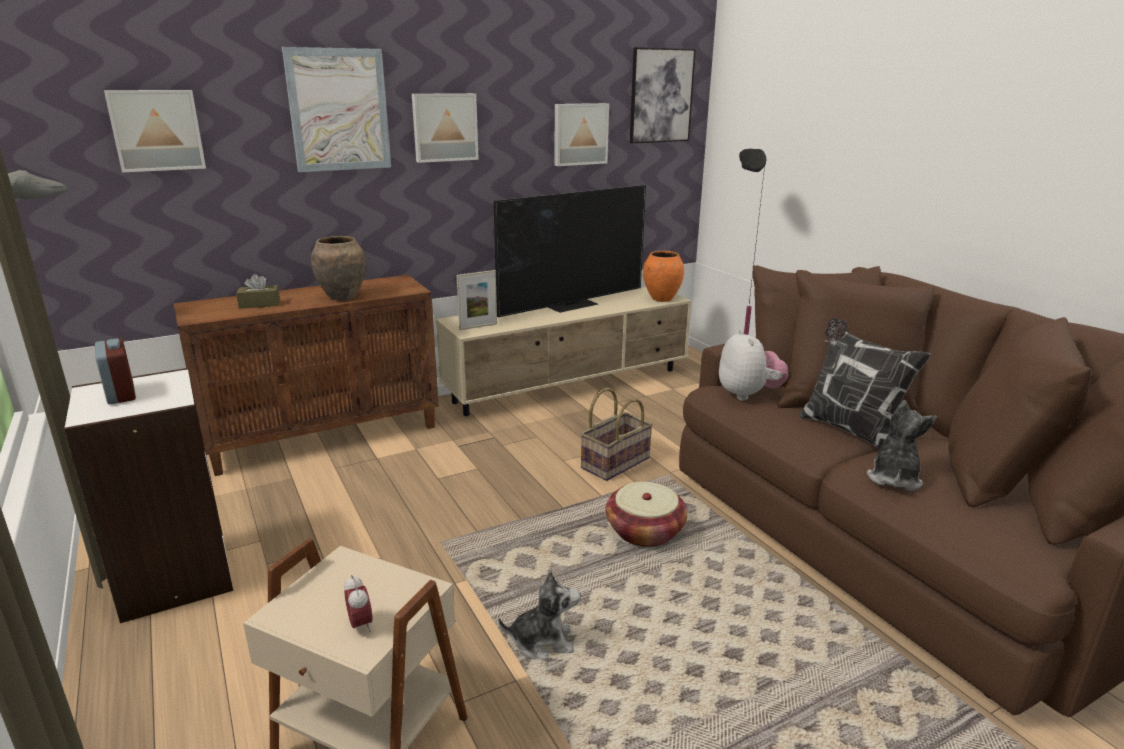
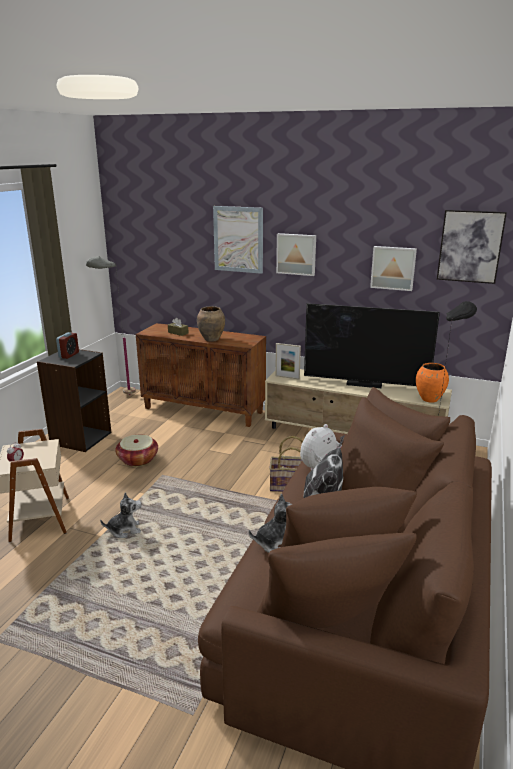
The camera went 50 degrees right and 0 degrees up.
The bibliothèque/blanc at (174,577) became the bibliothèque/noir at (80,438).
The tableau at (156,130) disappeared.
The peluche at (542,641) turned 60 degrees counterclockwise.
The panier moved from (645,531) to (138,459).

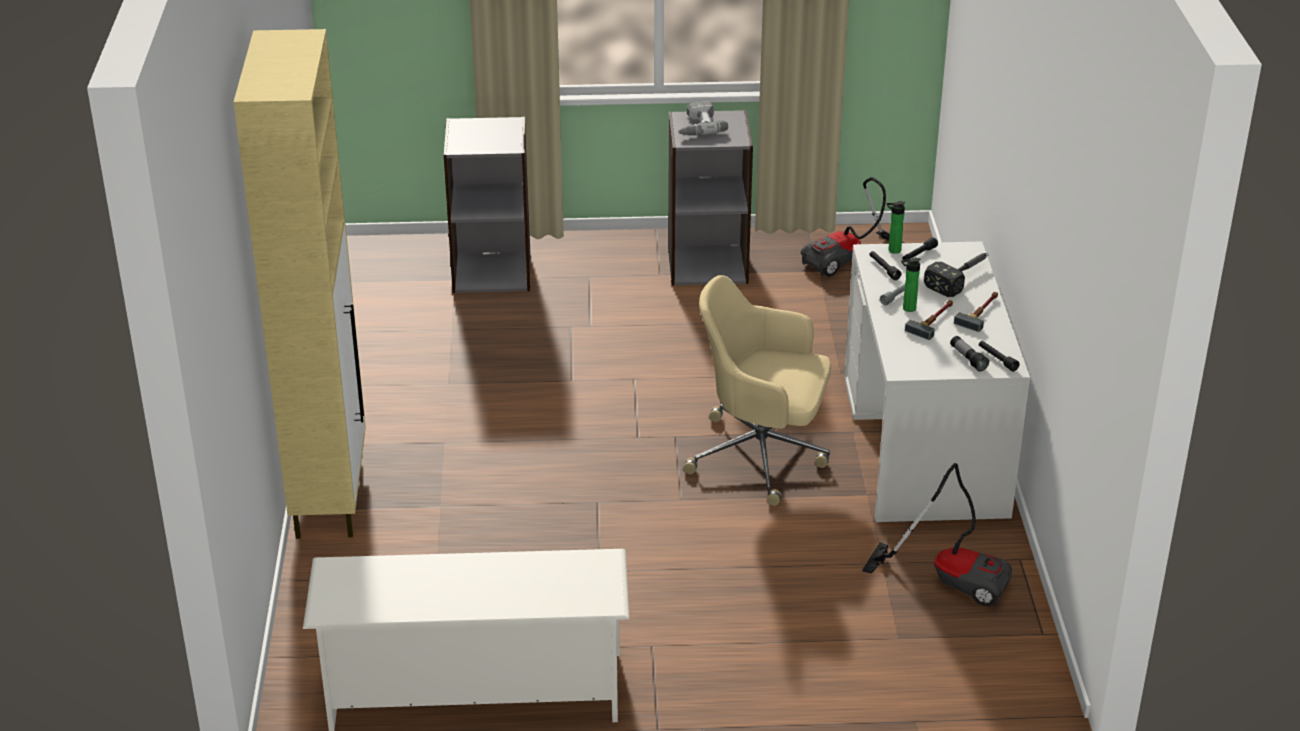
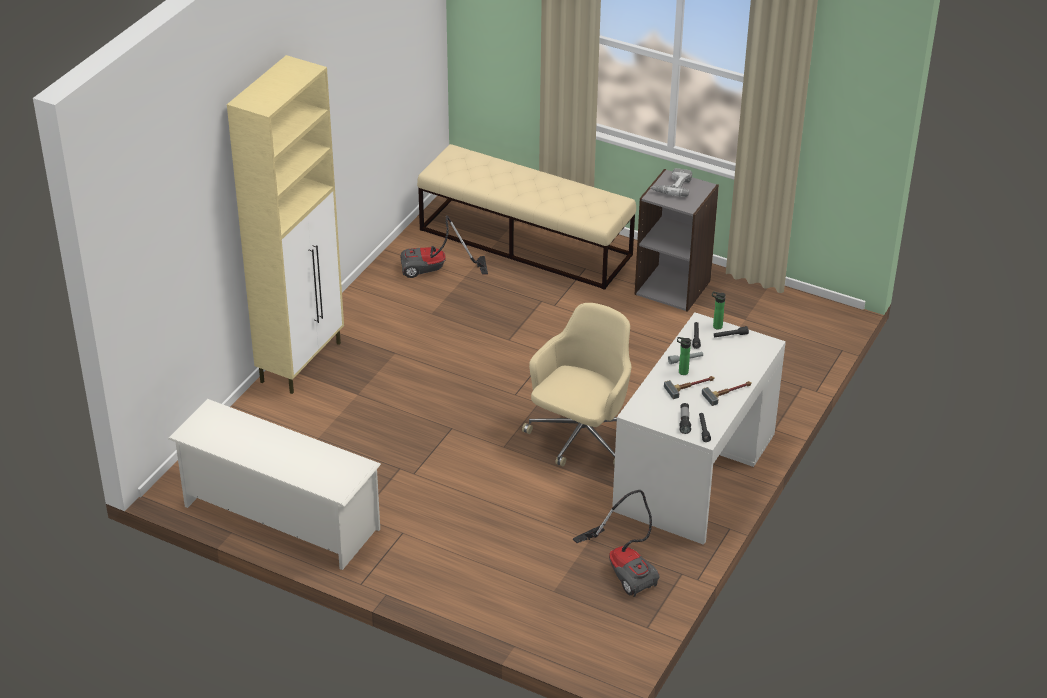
The camera went 30 degrees right and 5 degrees up.
The bibliothèque/gris at (492,271) was replaced by the banc/beige at (526,242).
The chaise de bureau/beige at (762,456) turned 75 degrees clockwise.
The aspirateur moved from (848,260) to (436,271).
The marteau at (961,277) disappeared.

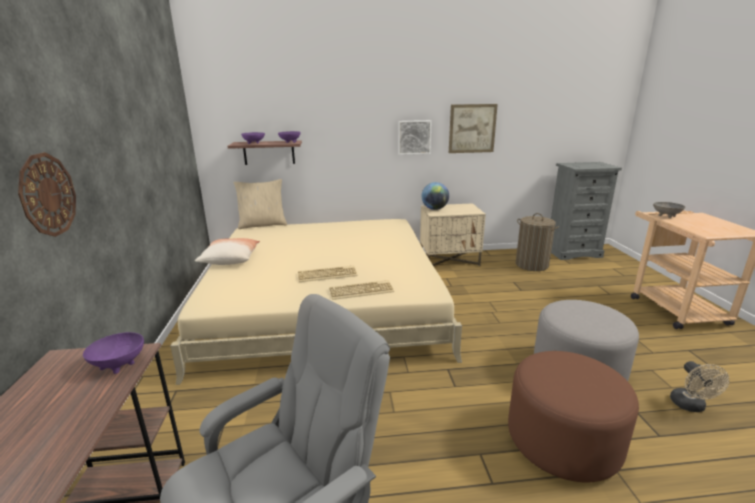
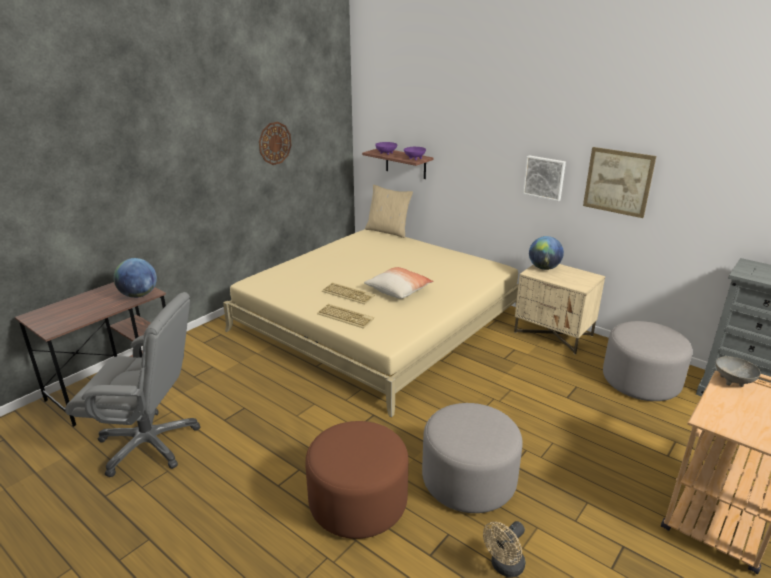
The camera went 45 degrees right and 5 degrees up.
The horloge murale moved from (47,195) to (274,143).
The bol/violet at (120,364) was replaced by the globe at (139,295).
The coussin moved from (230,259) to (399,290).
The panier à linge at (532,265) was replaced by the pouf/gris at (641,381).

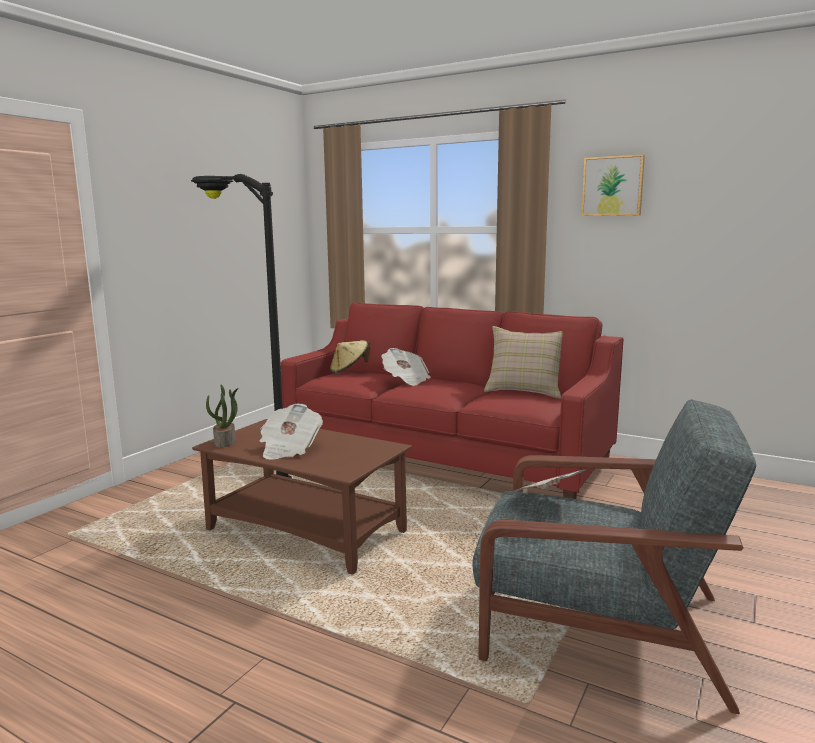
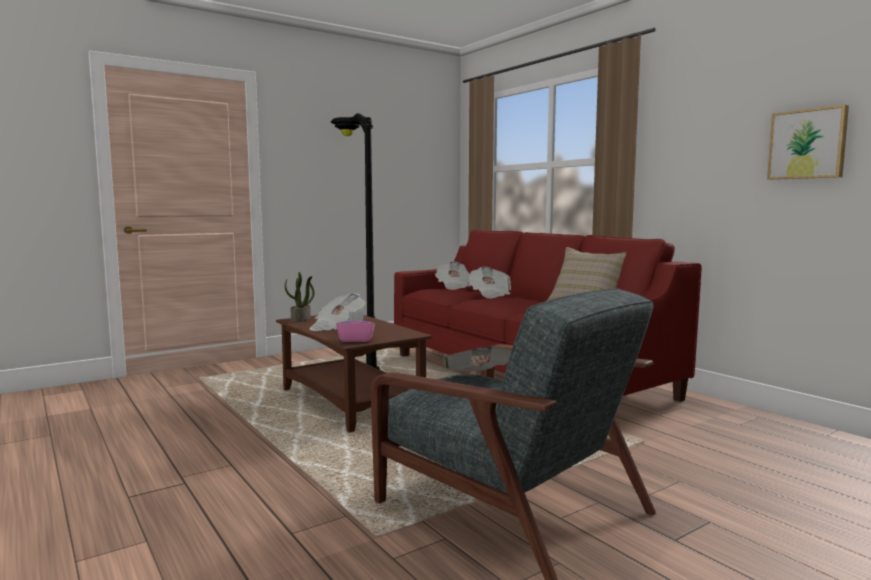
The camera went 25 degrees right and 5 degrees down.
The chapeau/beige at (349,370) was replaced by the journal at (454,287).
The tableau moved from (613,186) to (808,144).
The boîte à mouchoirs/rose at (356,340) appeared.

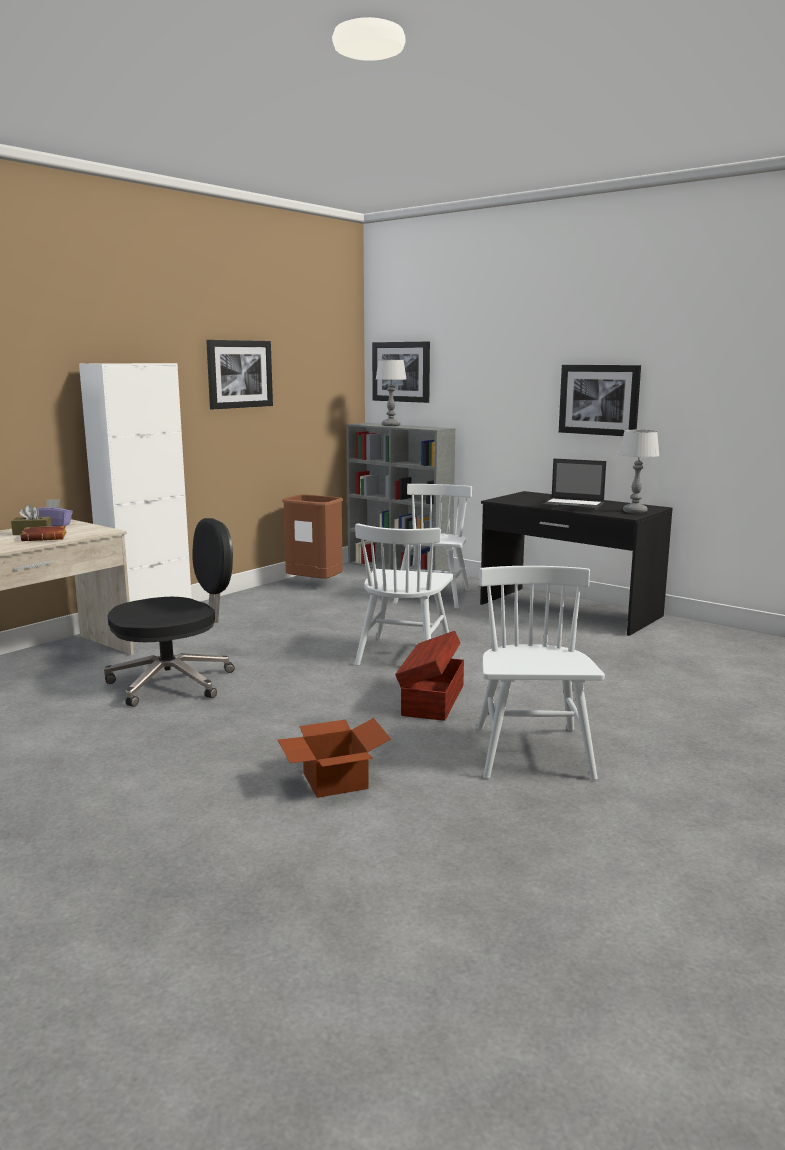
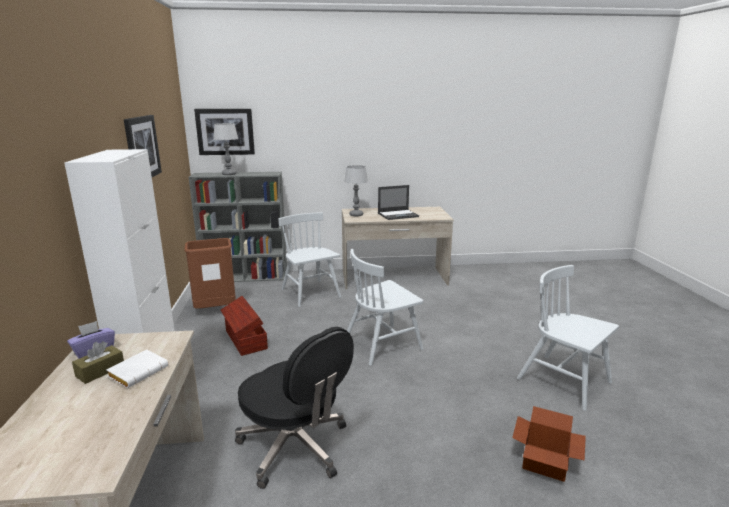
The camera went 45 degrees left and 5 degrees up.
The livre/marron at (46,538) became the livre/blanc at (139,371).
The chaise de bureau/noir at (174,682) turned 120 degrees clockwise.
The chaise/blanc at (404,654) turned 90 degrees clockwise.
The boîte de rangement/marron moved from (431,700) to (245,340).
The bureau/noir at (568,610) became the bureau/beige at (394,278).
The tableau at (599,400) disappeared.
The lampe de table moved from (635,511) to (356,215).

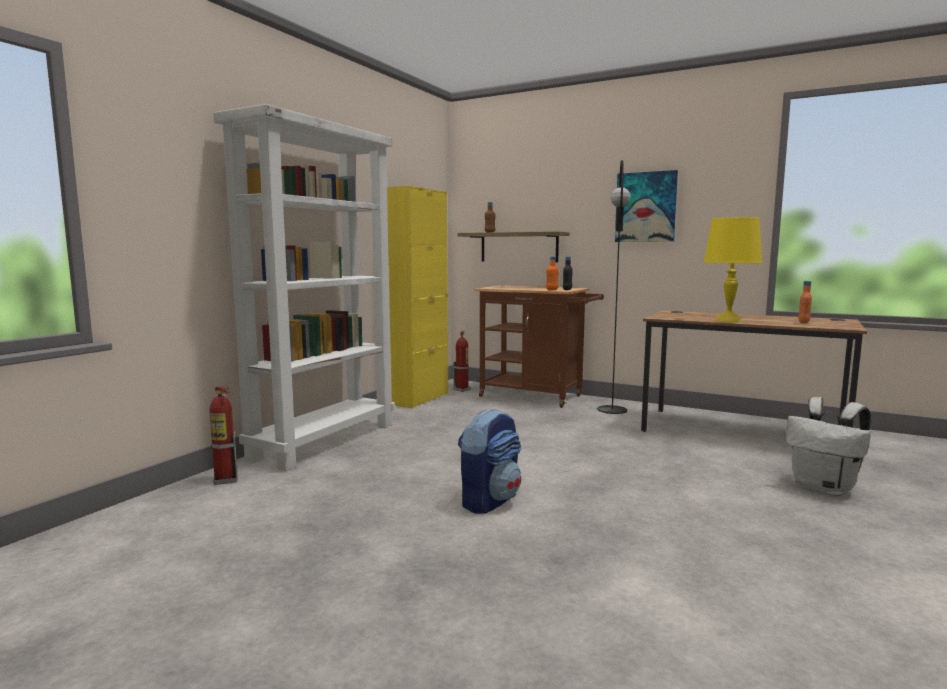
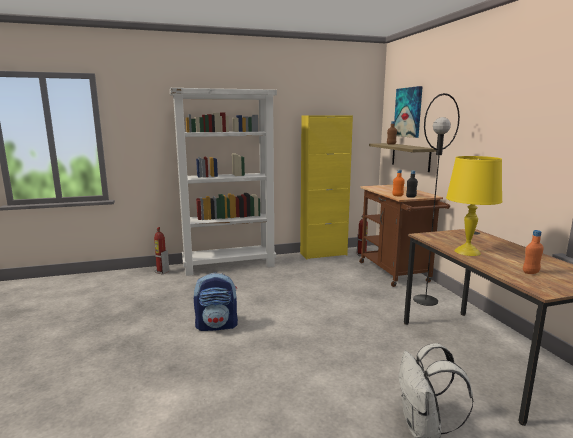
The camera went 45 degrees right and 5 degrees up.
The tableau moved from (646,207) to (408,112).

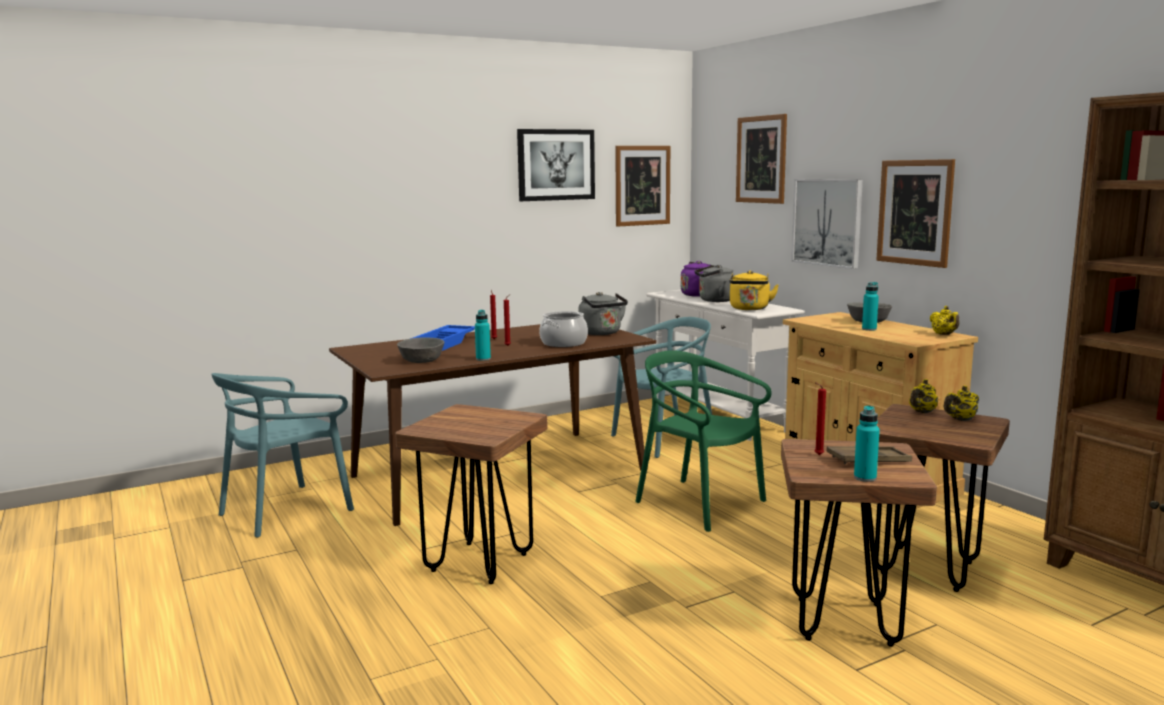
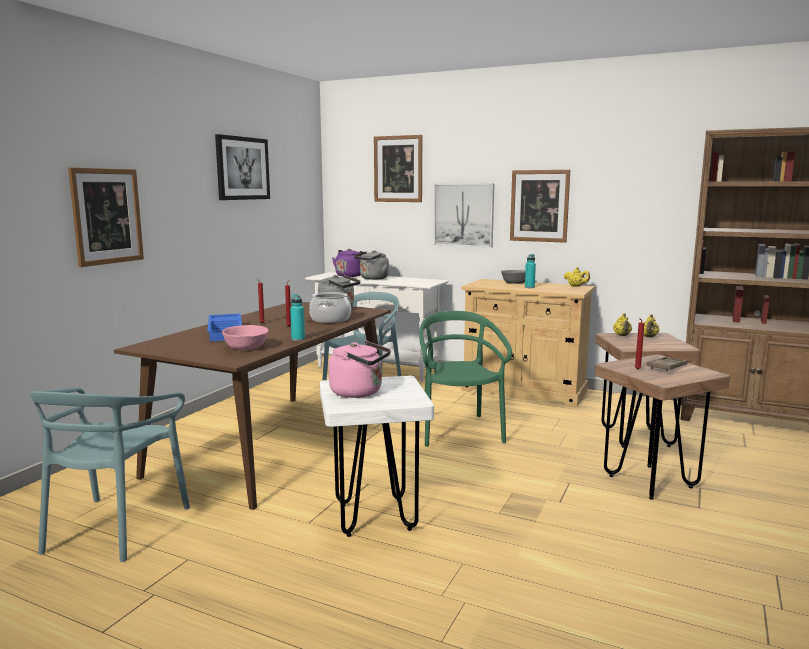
The camera went 35 degrees left and 0 degrees up.
The tabouret/marron at (479,562) became the tabouret/blanc at (374,517).
The bol/gris at (422,361) became the bol/rose at (246,348).
The tableau moved from (642,185) to (107,216).
The chaise/vert at (699,504) turned 75 degrees clockwise.
The bouilloire/jaune at (749,309) disappeared.
The bouteille/turquoise at (865,478) disappeared.
The bouilloire/rose at (359,392) appeared.

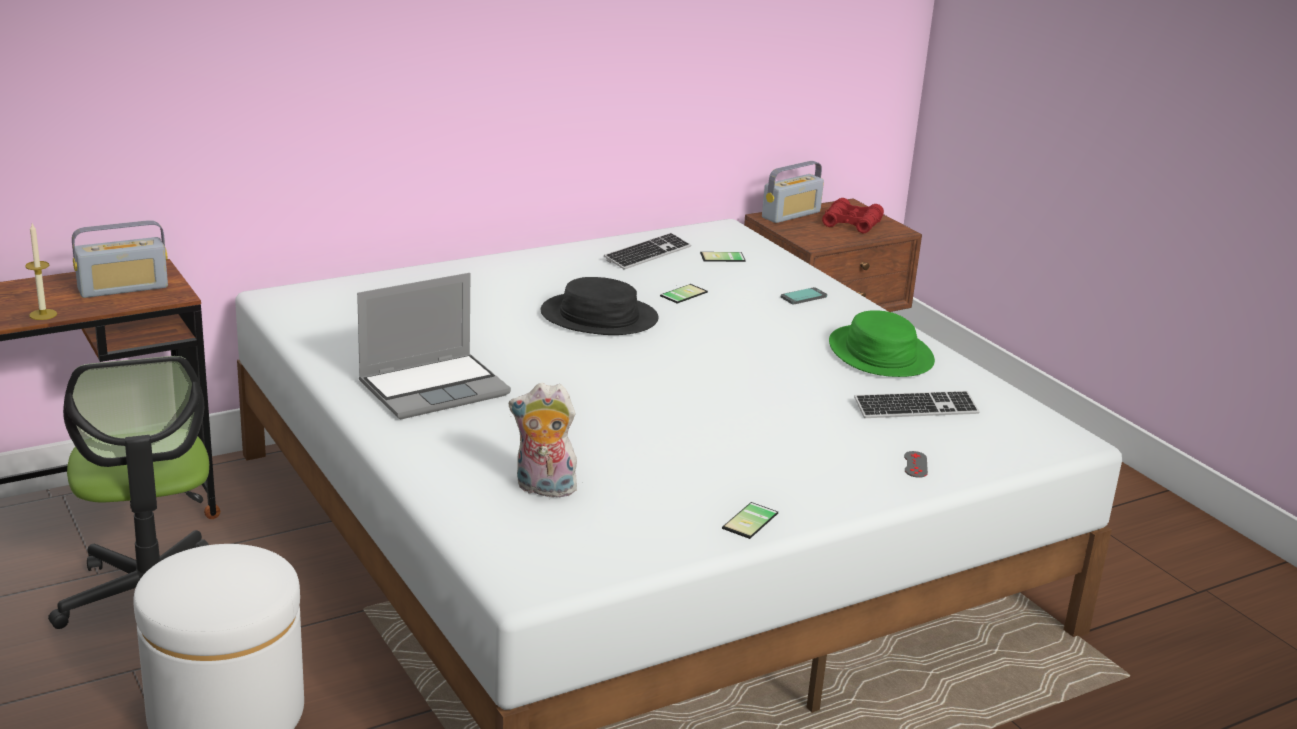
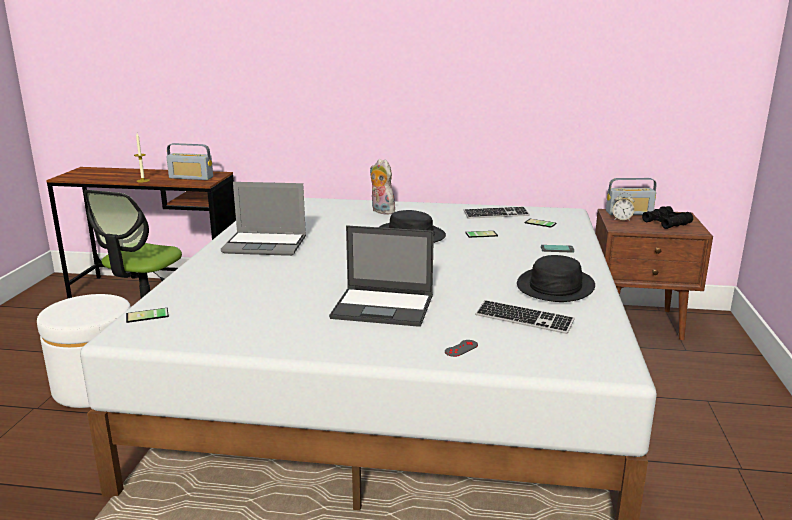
The camera went 40 degrees right and 5 degrees down.
The peluche moved from (543,489) to (381,211).
The téléphone moved from (753,522) to (147,316).
The jumelles/rouge at (851,224) became the jumelles/noir at (666,223).
The chapeau/vert at (880,354) became the chapeau/noir at (555,286).
The ordinateur portable at (384,307) appeared.
The réveil at (621,219) appeared.

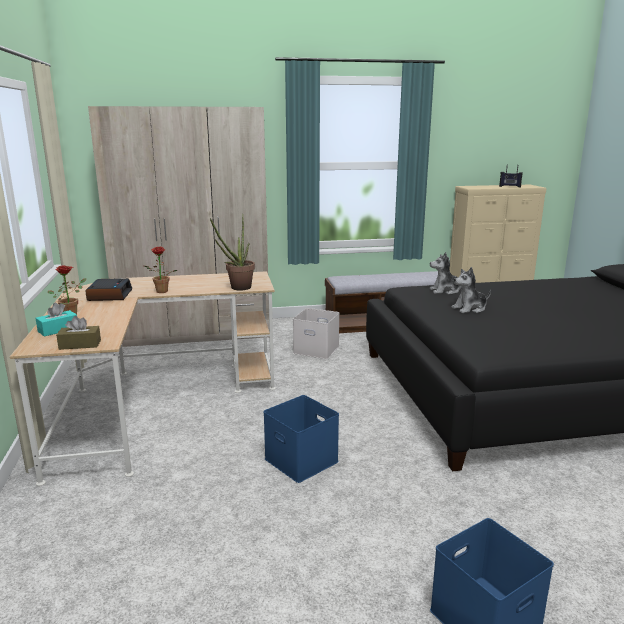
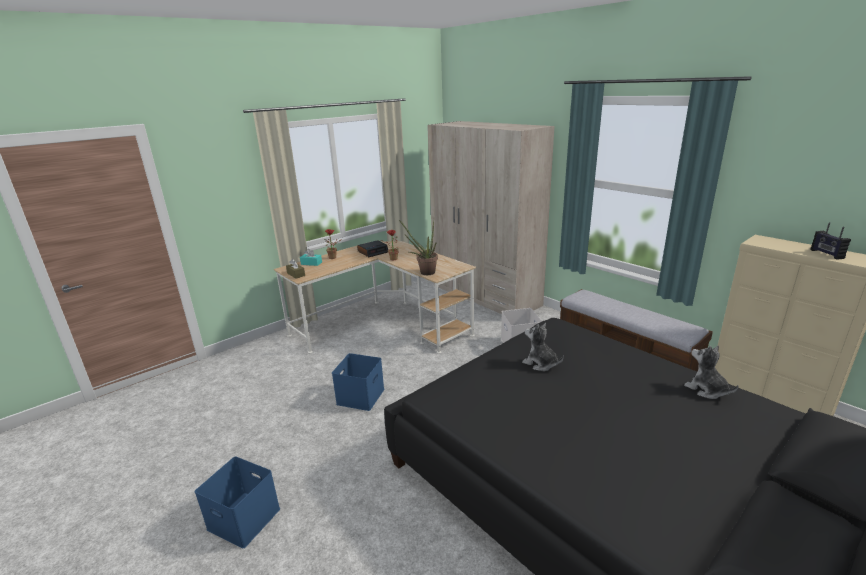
The camera went 60 degrees right and 5 degrees up.
The peluche moved from (445,291) to (706,390).

